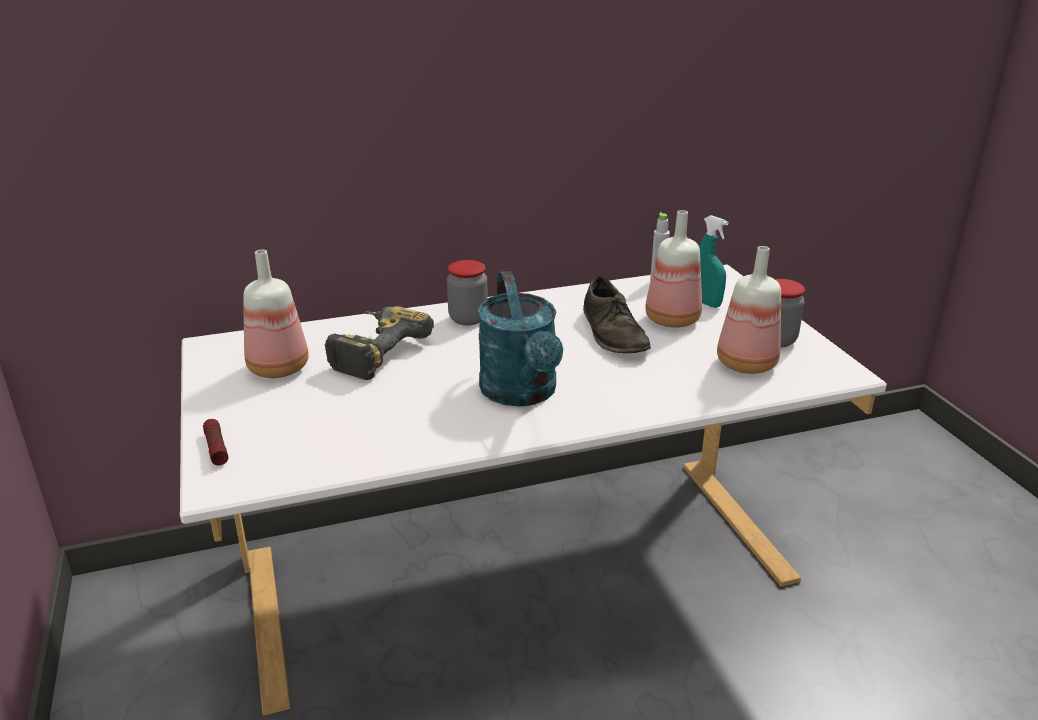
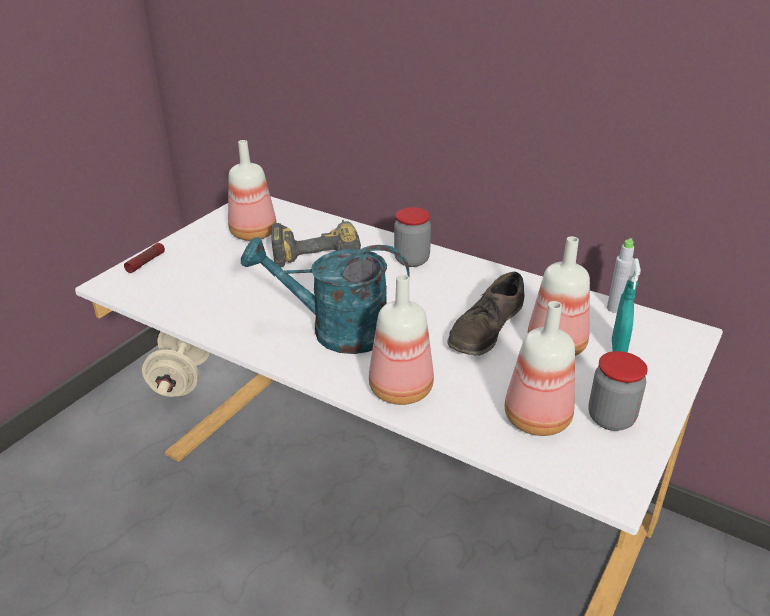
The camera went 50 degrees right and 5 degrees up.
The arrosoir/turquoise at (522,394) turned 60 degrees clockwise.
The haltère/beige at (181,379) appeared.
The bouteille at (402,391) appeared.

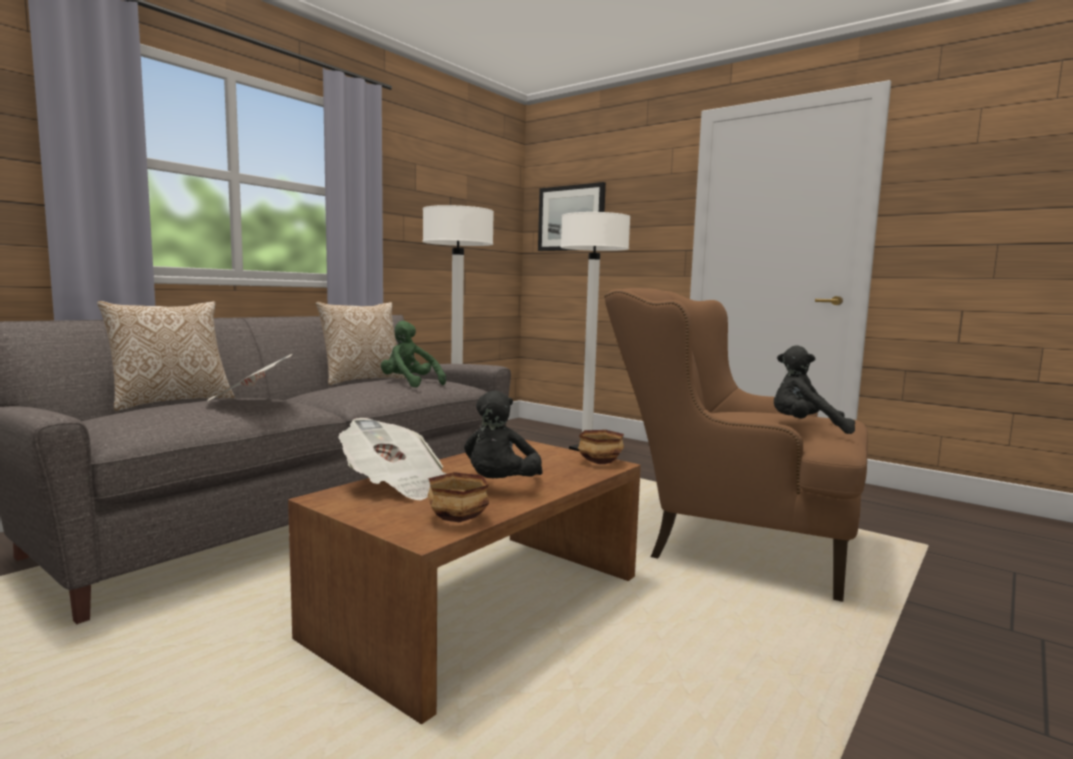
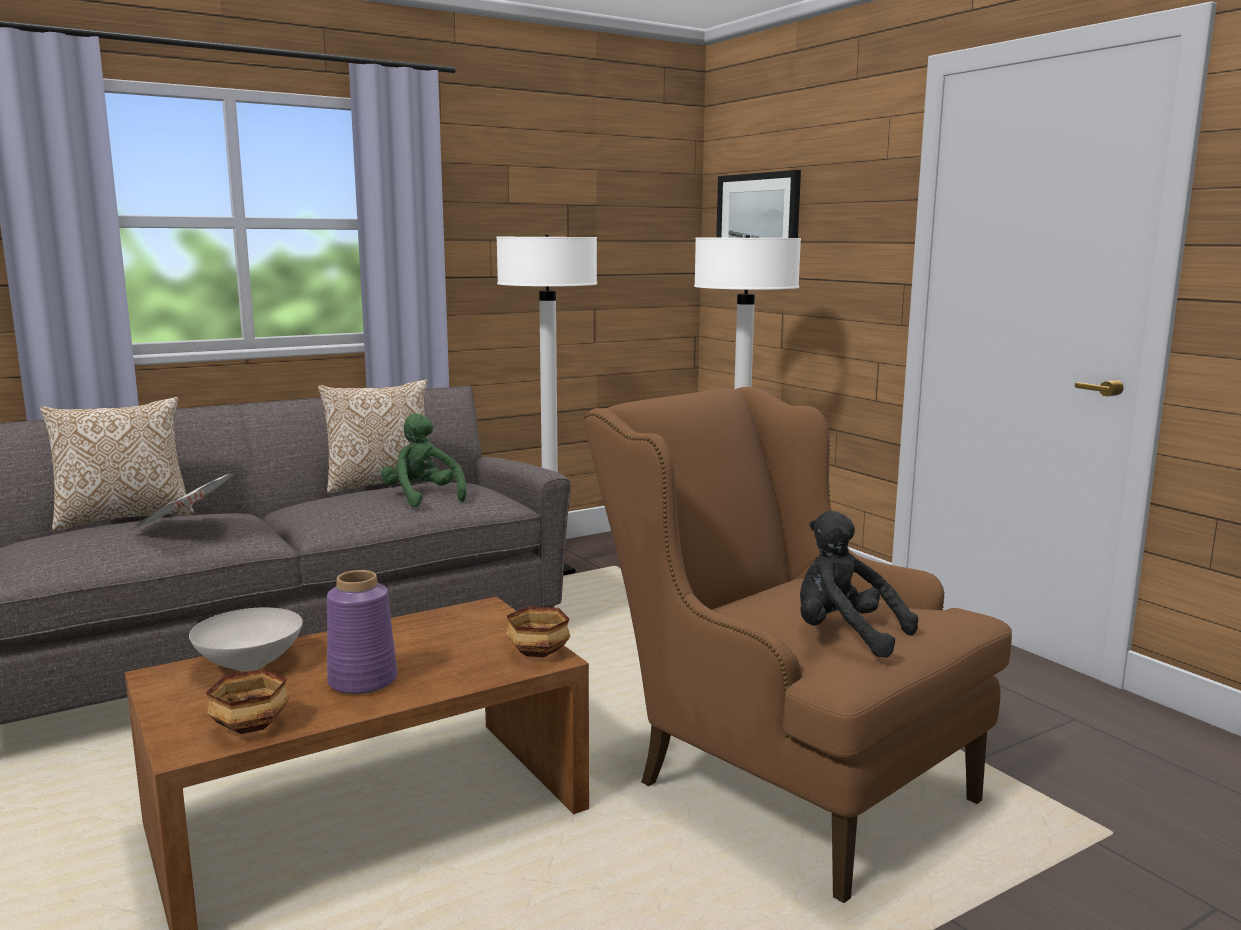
The camera went 20 degrees right and 5 degrees up.
The journal at (395,485) was replaced by the bol/blanc at (250,665).
The peluche/noir at (500,486) was replaced by the vase/violet at (361,681).

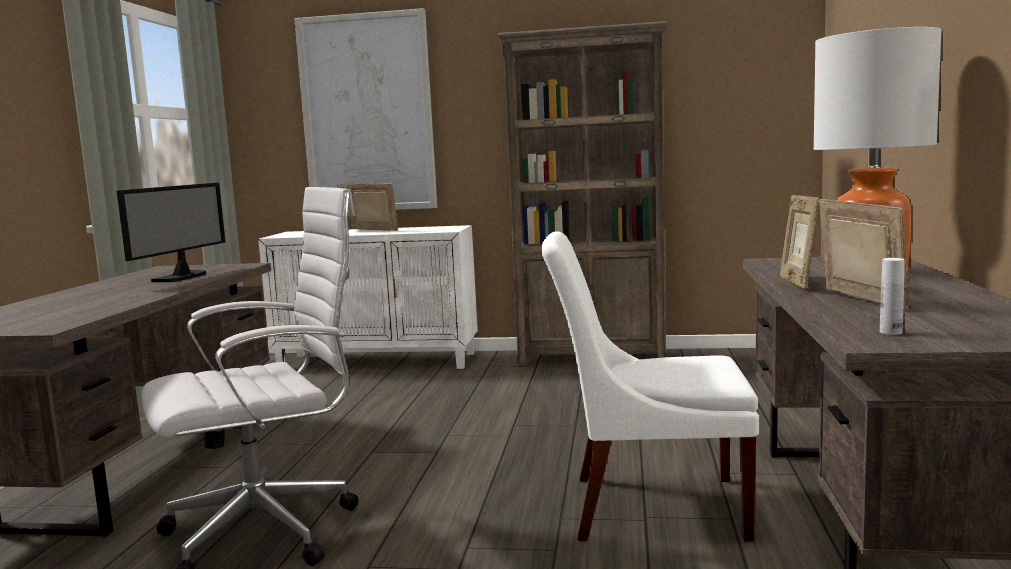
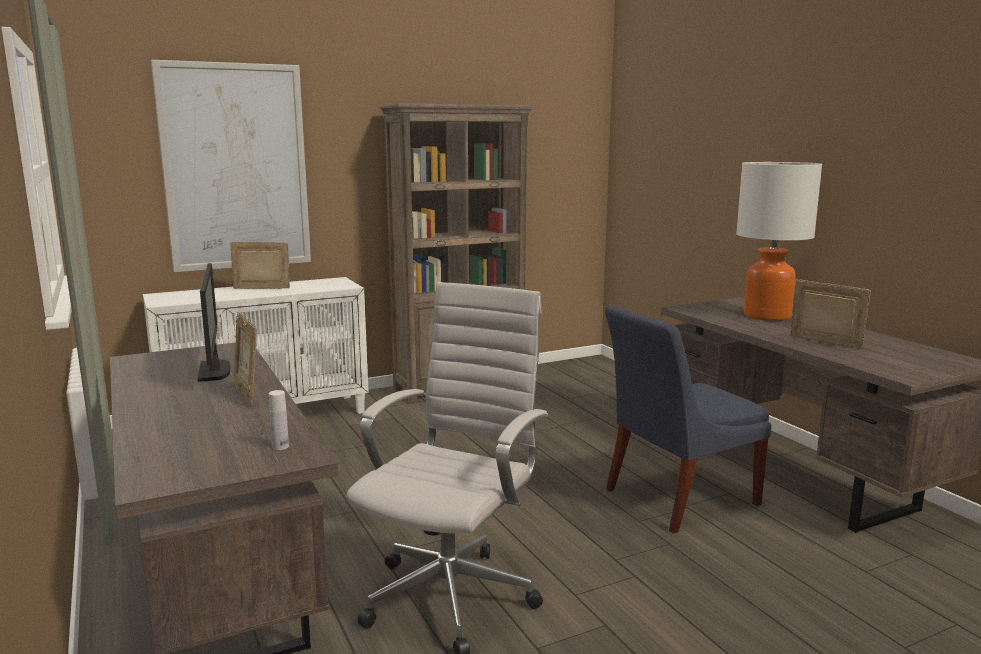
The camera went 35 degrees left and 5 degrees up.
The chaise/blanc at (647,506) became the chaise/bleu at (675,498).
The cadre photo moved from (797,283) to (247,393).
The bouteille/blanc moved from (890,332) to (280,447).

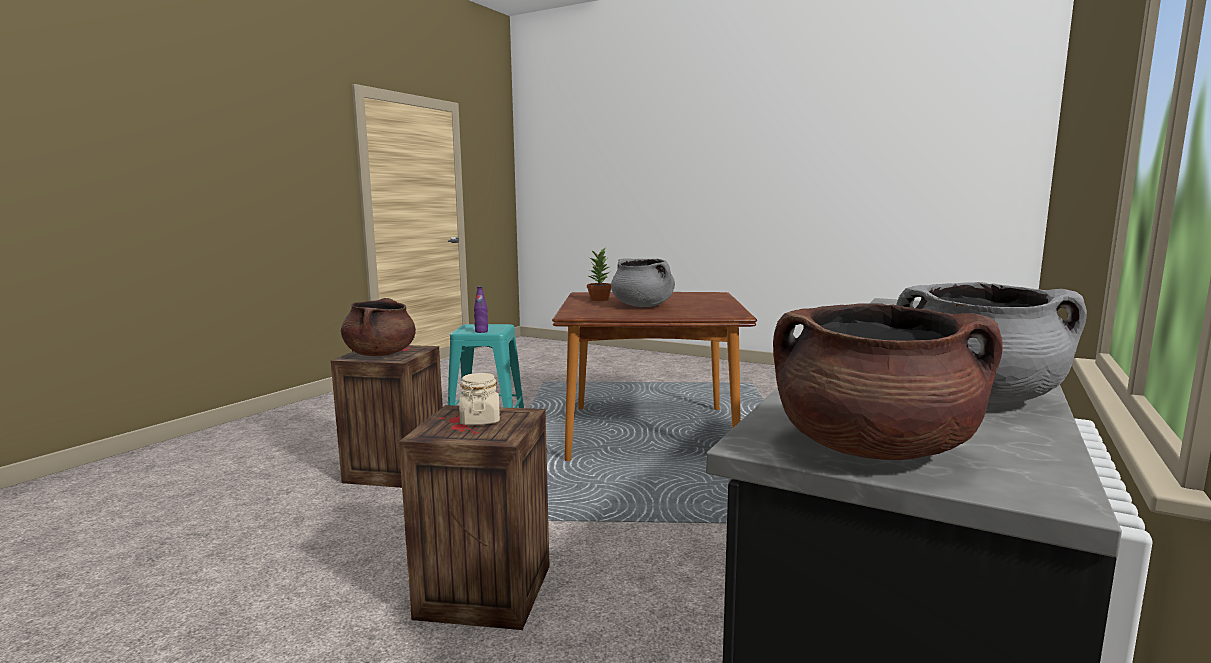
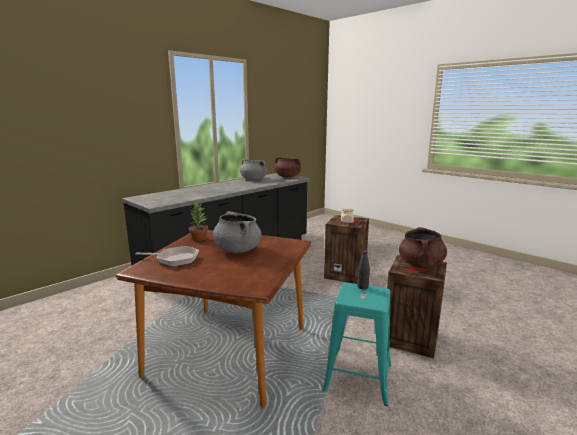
The camera went 165 degrees left and 5 degrees up.
The bouteille/violet at (481,331) became the bouteille/noir at (362,287).
The plante en pot moved from (600,299) to (199,238).
The poêle at (175,259) appeared.

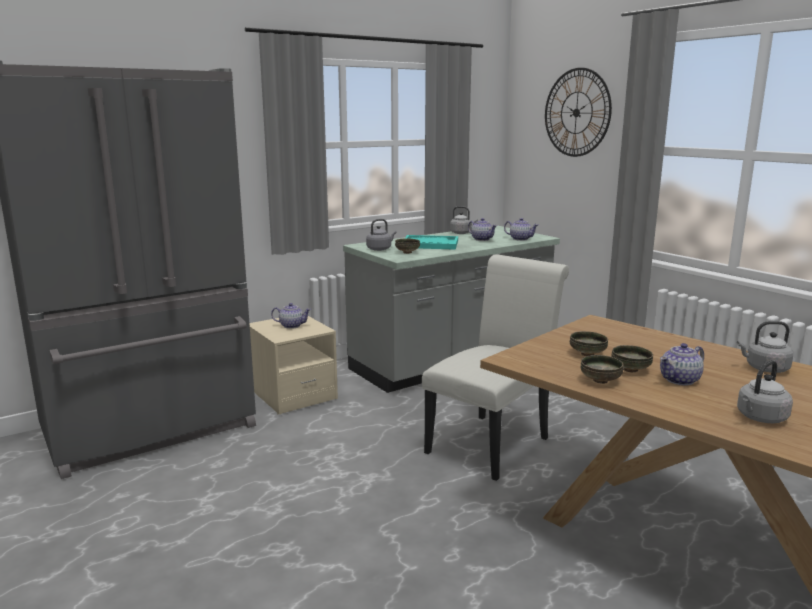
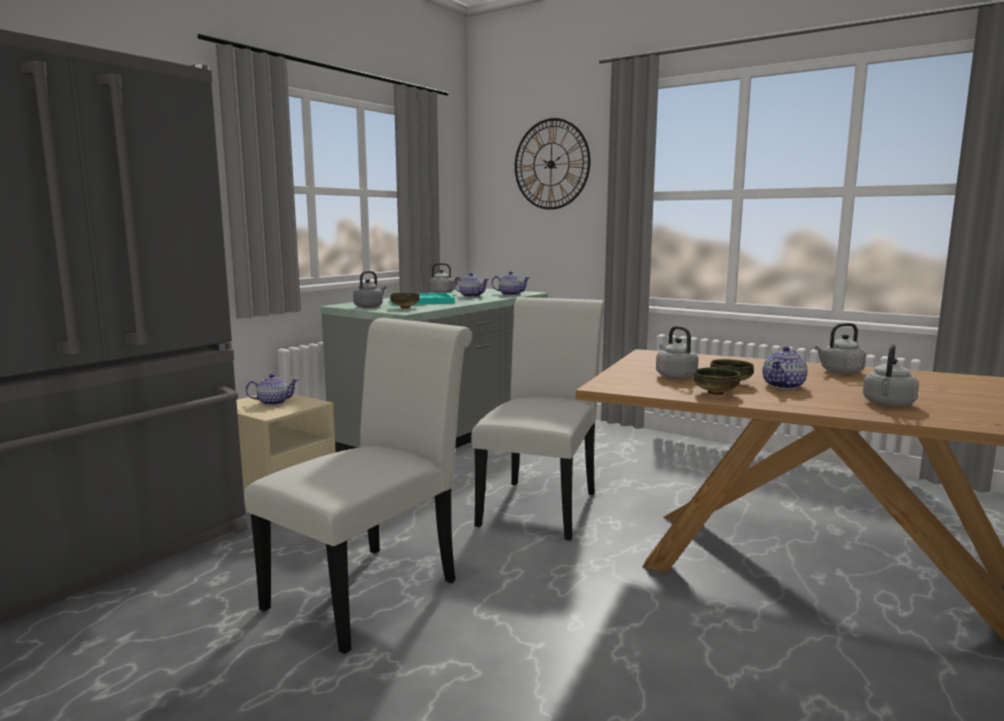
The camera went 20 degrees left and 5 degrees down.
The bol at (587,354) was replaced by the bouilloire/gris at (674,376).
The chaise/blanc at (372,589) appeared.

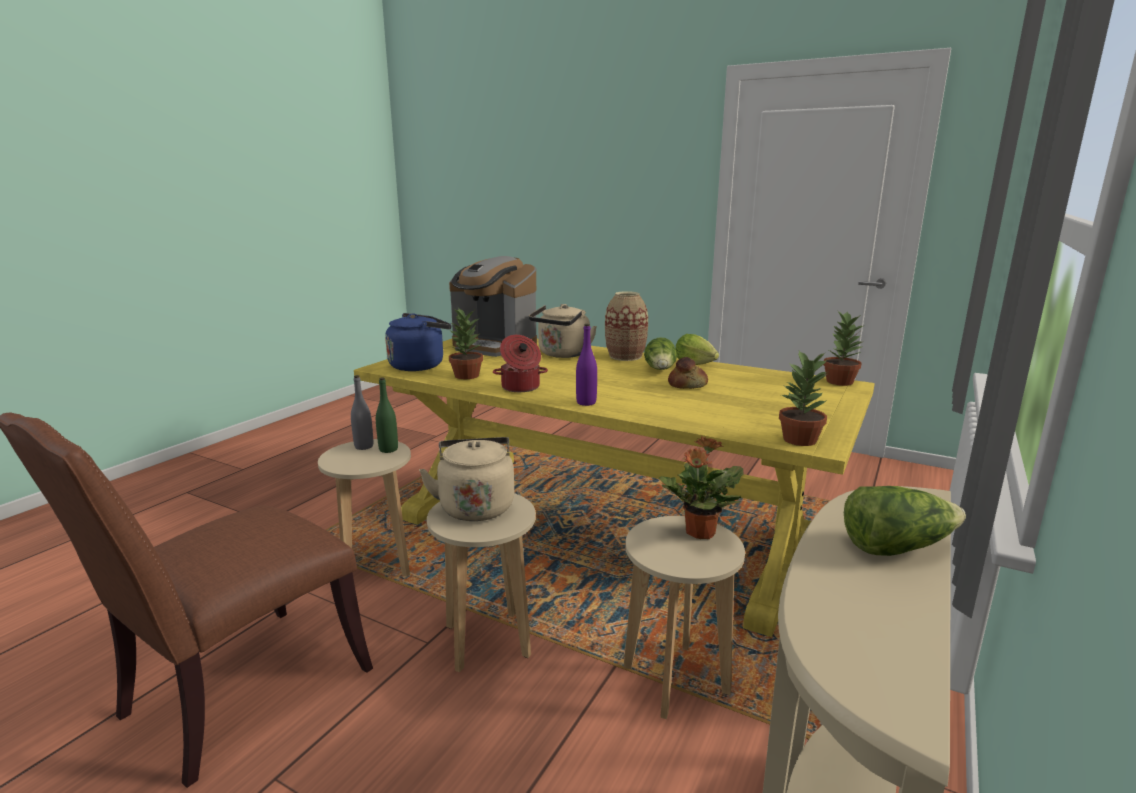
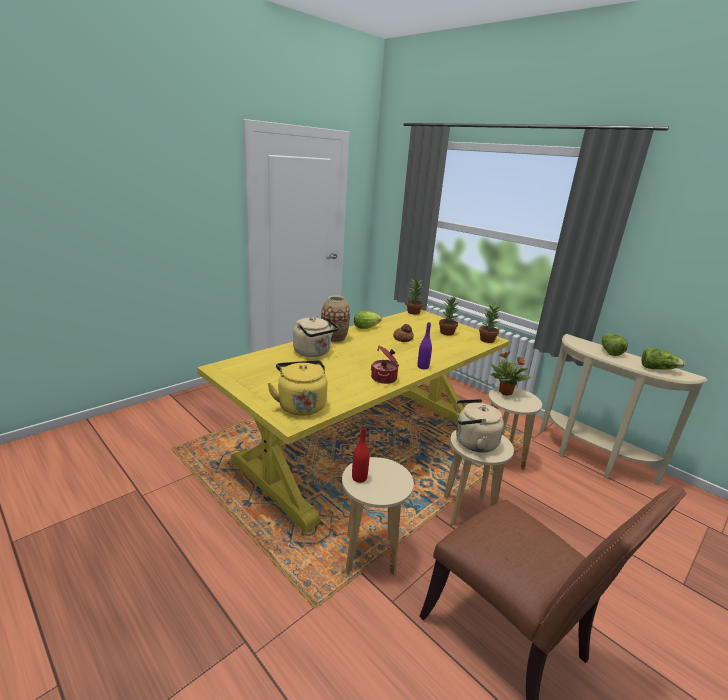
The camera went 75 degrees left and 5 degrees up.
The bouteille/gris at (364,446) became the bouteille/rouge at (359,478).
The bouteille/vert at (388,449) disappeared.
The bouilloire/bleu at (420,365) became the bouilloire/jaune at (301,405).
The machine à café at (494,347) disappeared.
The plante en pot moved from (466,375) to (446,333).
The laitue moved from (660,370) to (657,369).

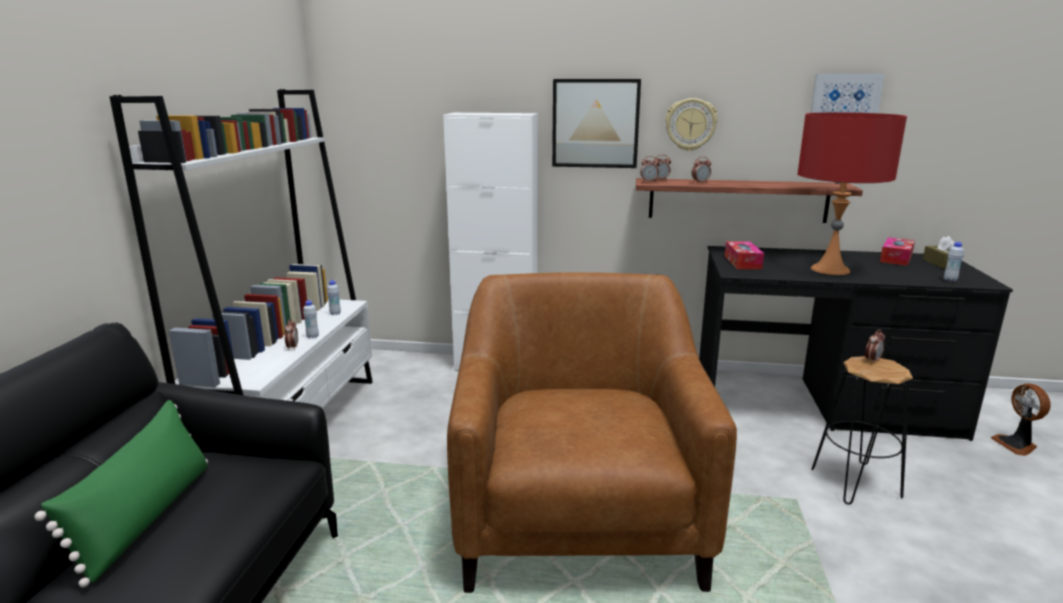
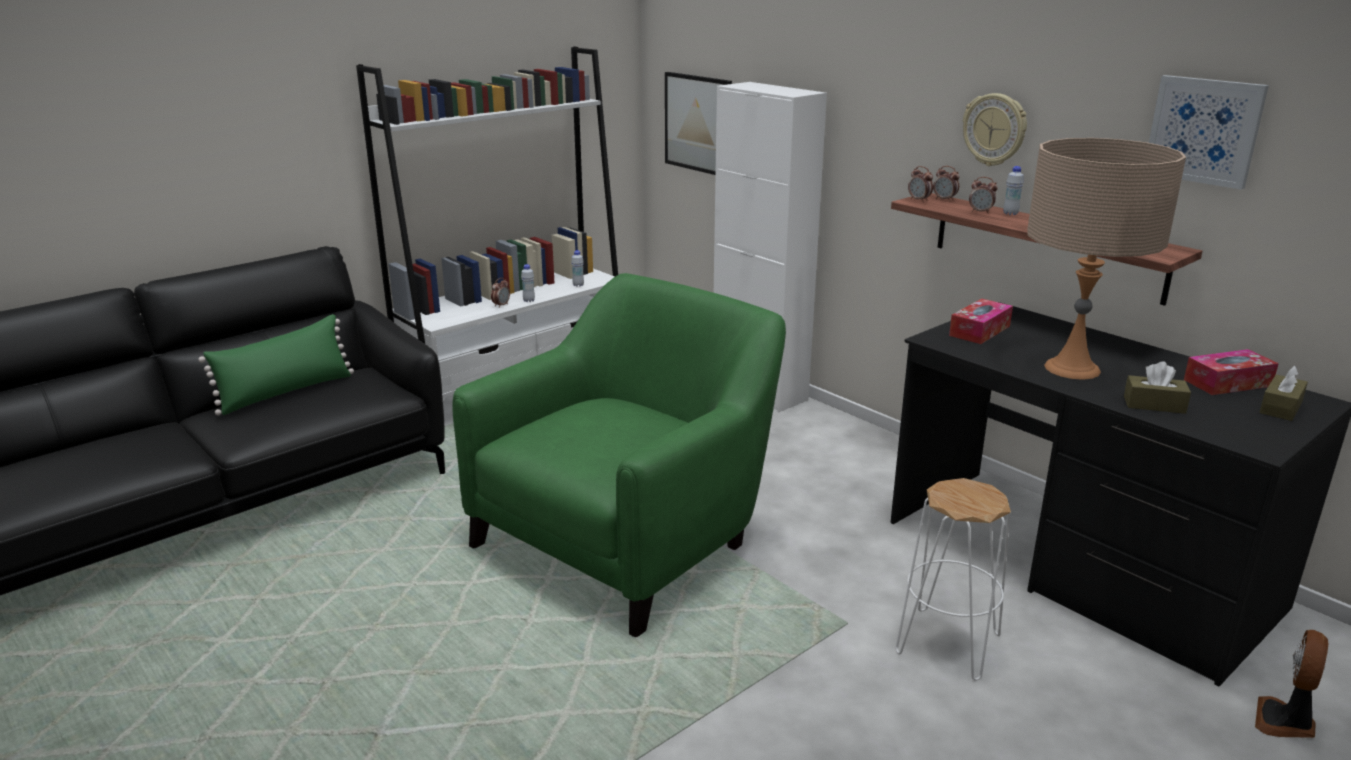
The camera went 40 degrees right and 5 degrees up.
The fauteuil/marron at (578,513) became the fauteuil/vert at (628,538).
The tableau moved from (595,123) to (698,123).
The lampe de table/rouge at (830,269) became the lampe de table/beige at (1072,368).
The tabouret/noir at (855,483) became the tabouret/blanc at (947,643).
The réveil at (872,360) disappeared.
The bouteille/blanc moved from (950,280) to (1010,213).
The boîte à mouchoirs/marron at (1154,404) appeared.

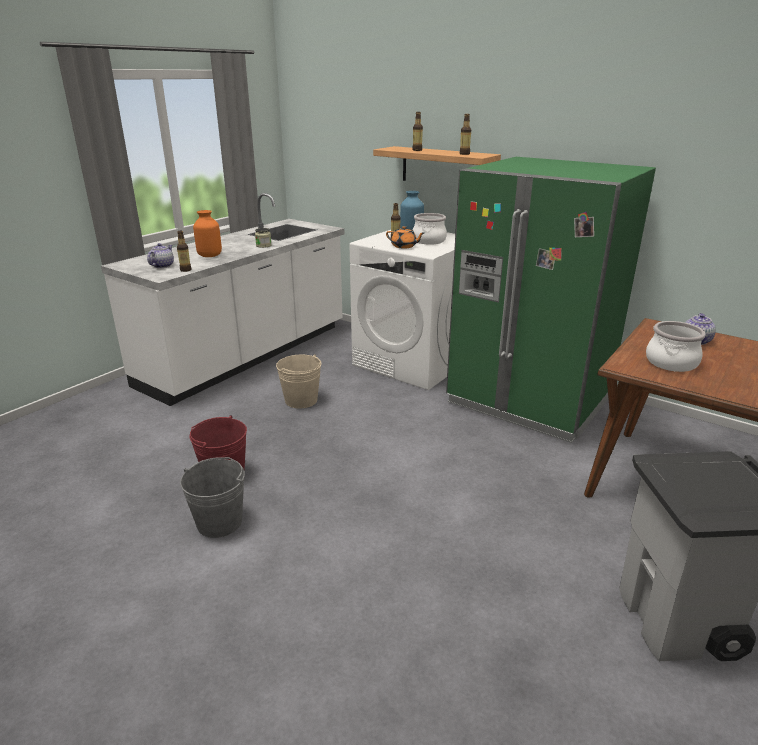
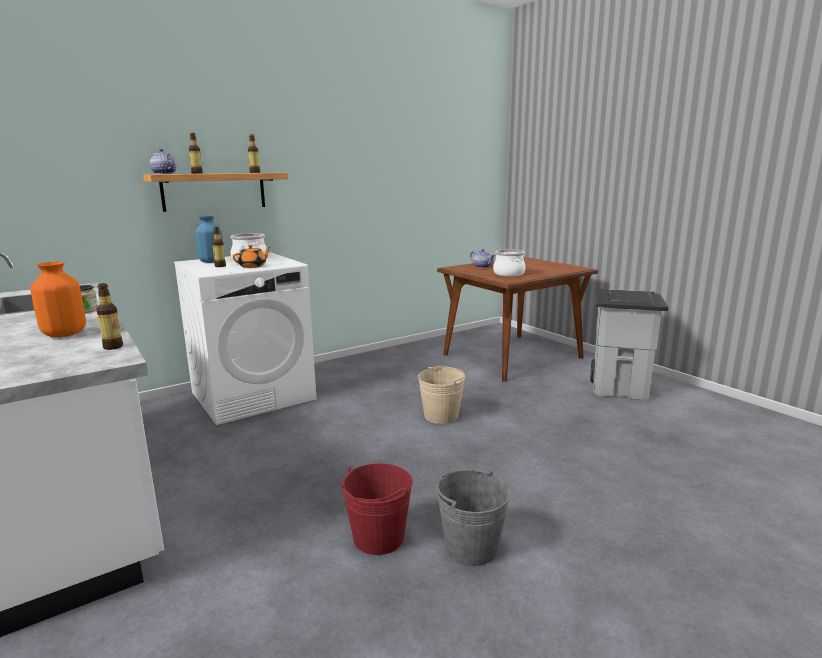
The camera went 70 degrees left and 10 degrees down.
The théière moved from (162,266) to (163,174).
The seau/beige moved from (301,400) to (441,416).
The réfrigérateur/vert at (528,401) disappeared.

